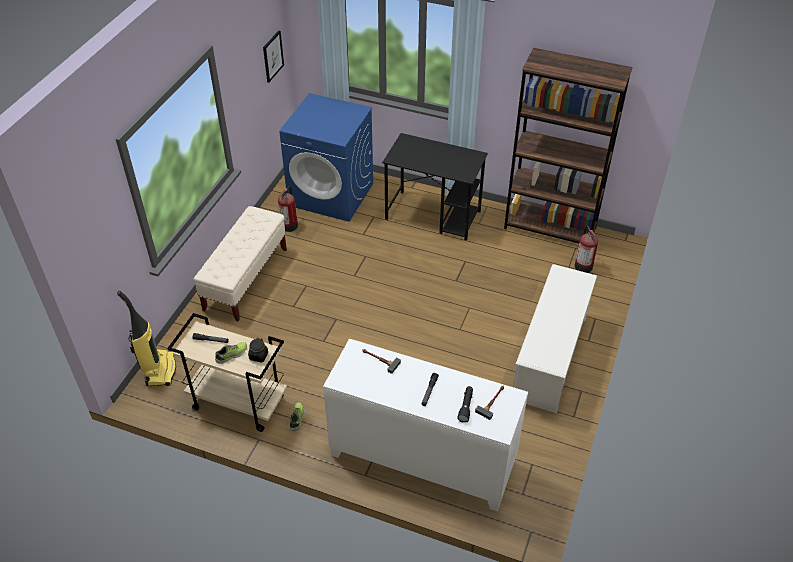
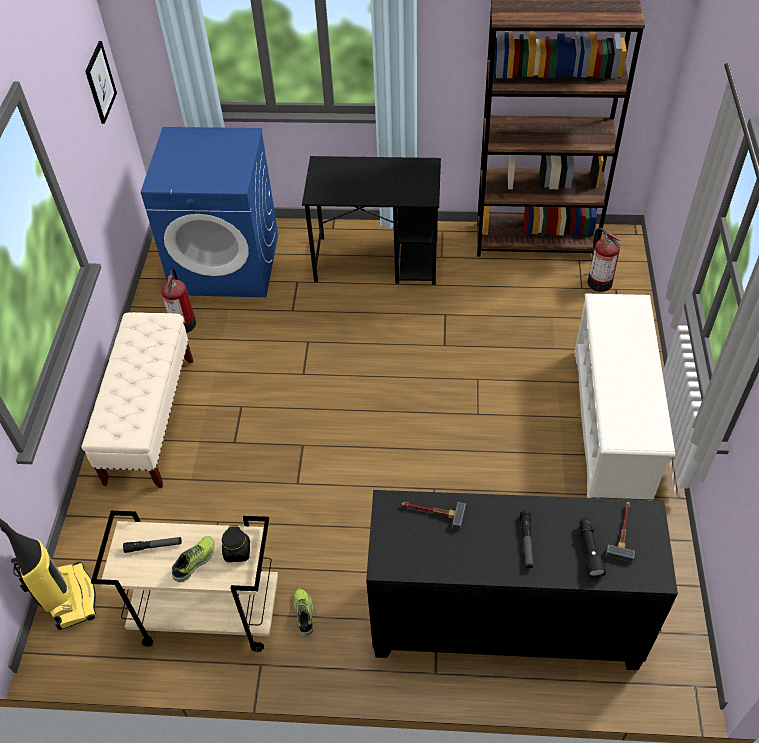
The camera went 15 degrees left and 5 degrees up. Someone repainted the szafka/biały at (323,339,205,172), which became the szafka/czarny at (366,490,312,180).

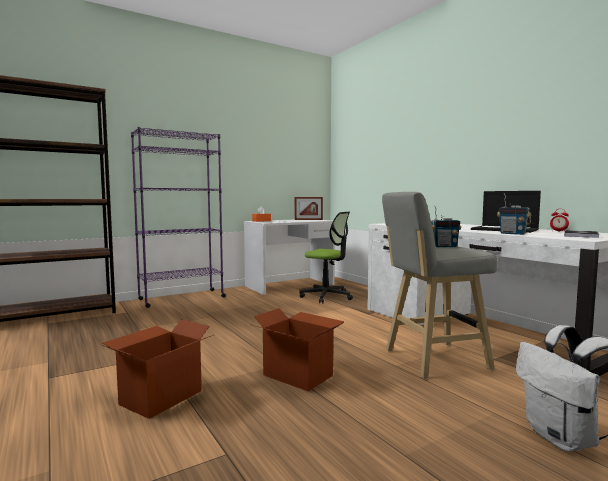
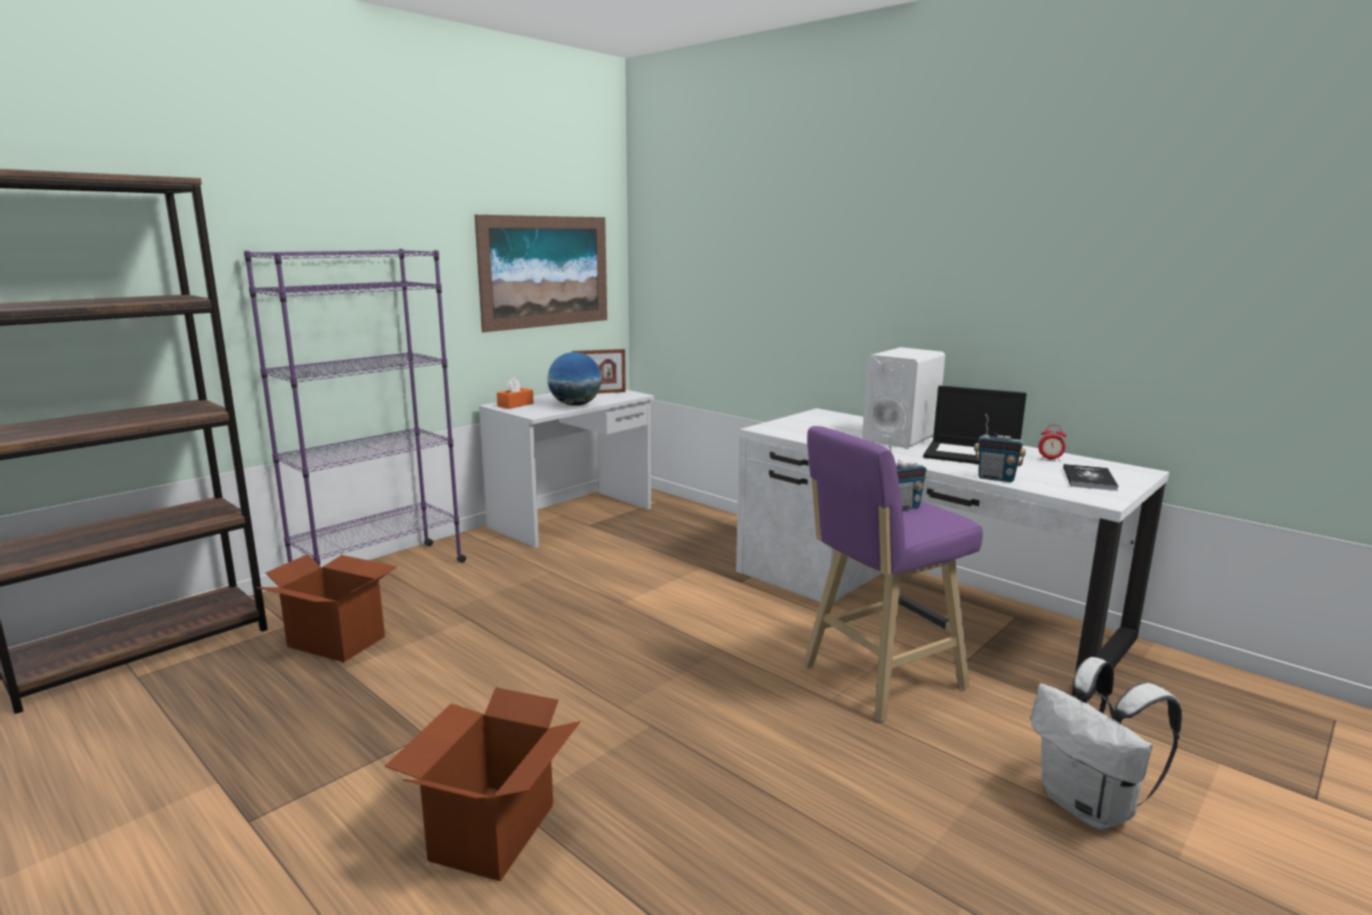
The camera went 15 degrees left and 10 degrees up. Someone carried the karton from (252,308,92,83) to (256,554,141,108). Someone put up the obraz at (474,215,133,117). Someone put down the globus at (547,352,55,54). Someone repainted the stołek/szary at (382,192,116,187), which became the stołek/fioletowy at (803,426,180,296). Someone put down the głośnik/biały at (862,347,83,101). Someone took away the krzesło biurowe at (299,212,54,91).

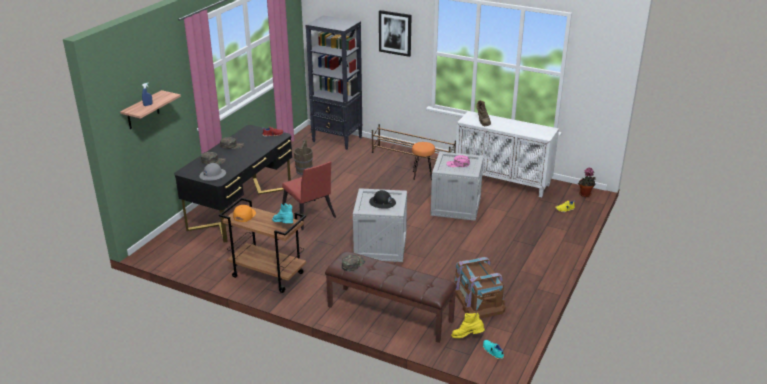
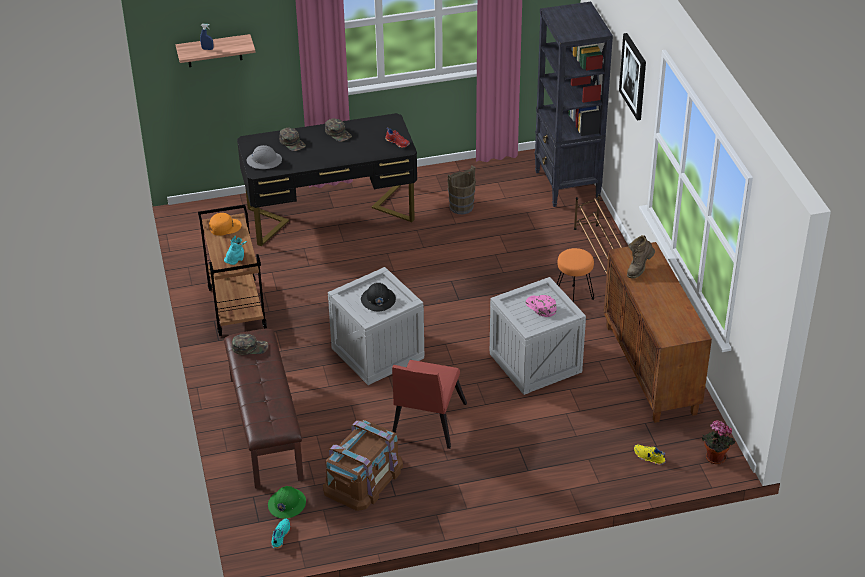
The camera went 50 degrees right and 10 degrees up. Someone swapped the but z cholewką/żółty at (451,313,34,25) for the kask/zielony at (268,486,38,33). Someone carried the krzesło/czerwony from (282,161,54,69) to (392,360,75,89). Someone repainted the szafka/biały at (455,111,104,86), which became the szafka/brązowy at (604,242,108,181).

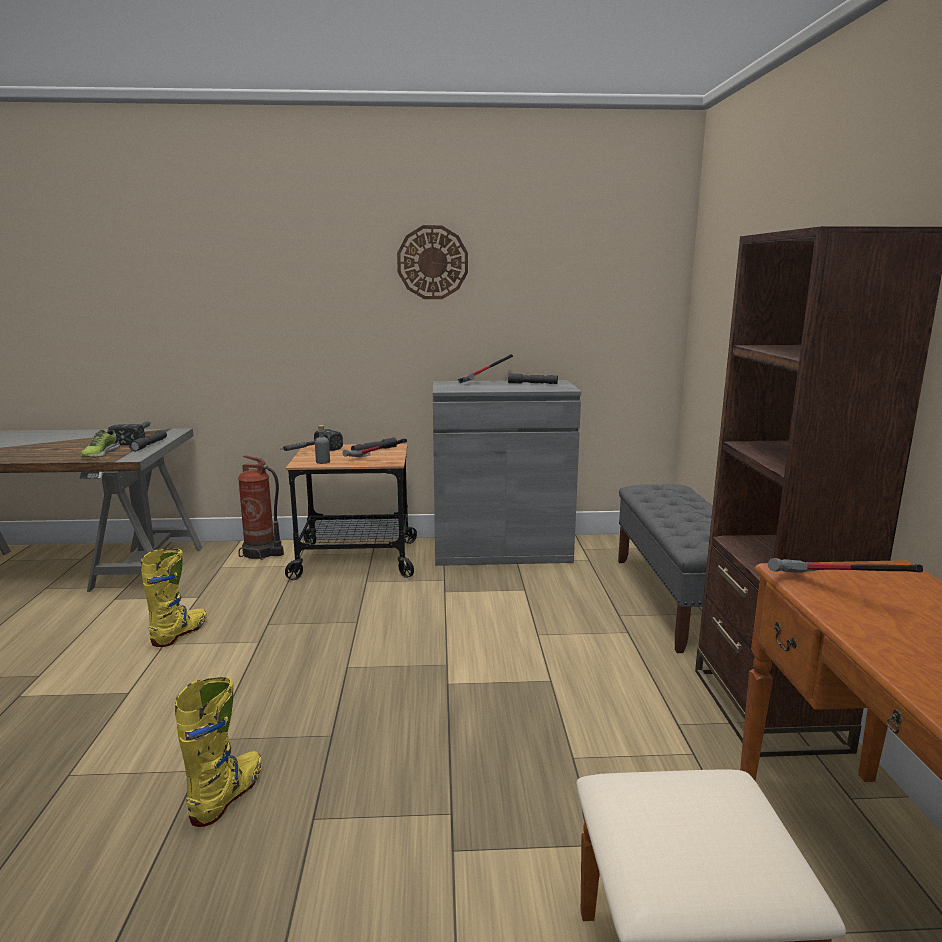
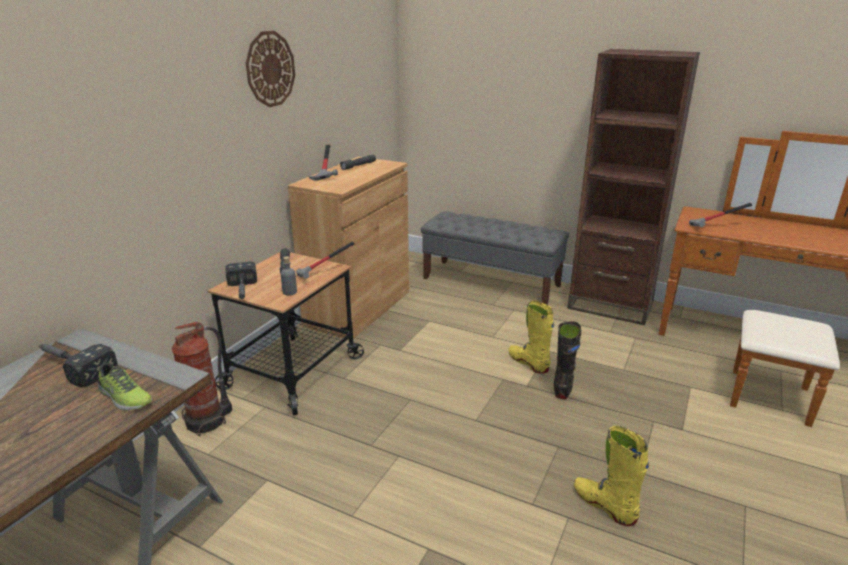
The camera went 60 degrees left and 10 degrees up. Someone repainted the szafka/szary at (433,380,148,186), which became the szafka/brązowy at (288,157,121,183). Someone carried the but z cholewką/żółty from (141,548,66,99) to (509,301,45,73). Someone put down the but z cholewką/czarny at (554,321,27,78). Someone took away the latarka/szary at (129,430,38,22).

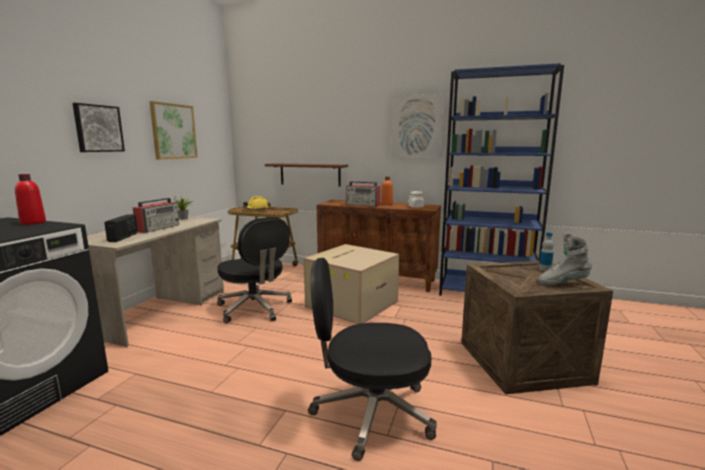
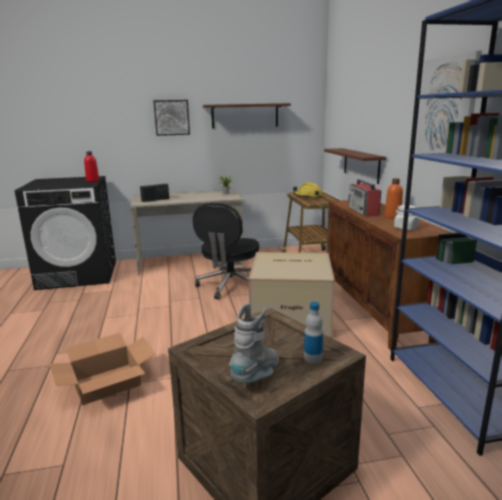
The camera went 60 degrees right and 5 degrees up. Someone swapped the krzesło biurowe/czarny at (308,258,129,203) for the karton at (50,333,106,72). Someone swapped the obraz at (149,101,49,58) for the półka/brązowy at (203,103,88,25). Someone rotated the but z cholewką/szary at (538,233,54,51) by 60 degrees clockwise. Someone took away the radio at (133,196,46,37).

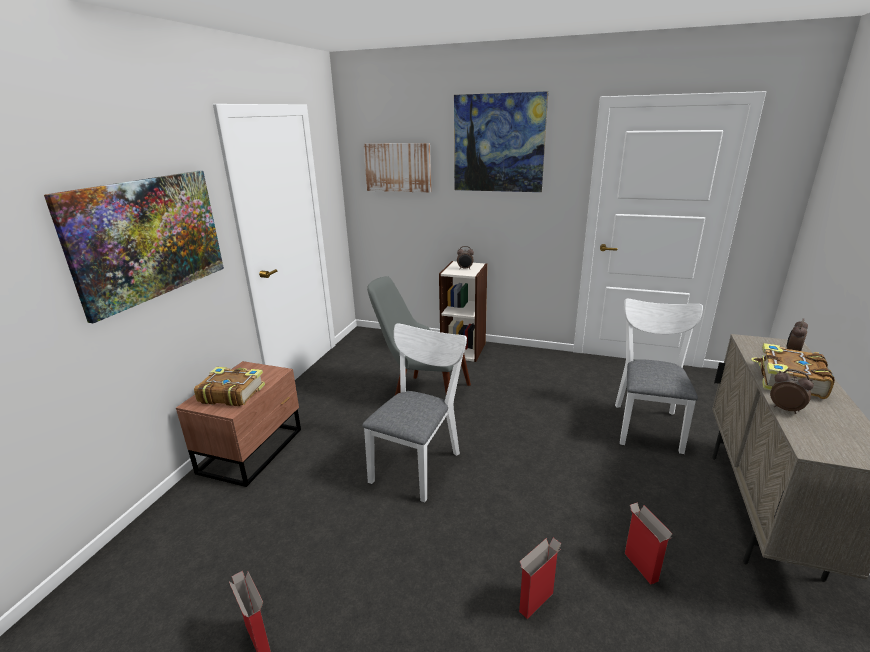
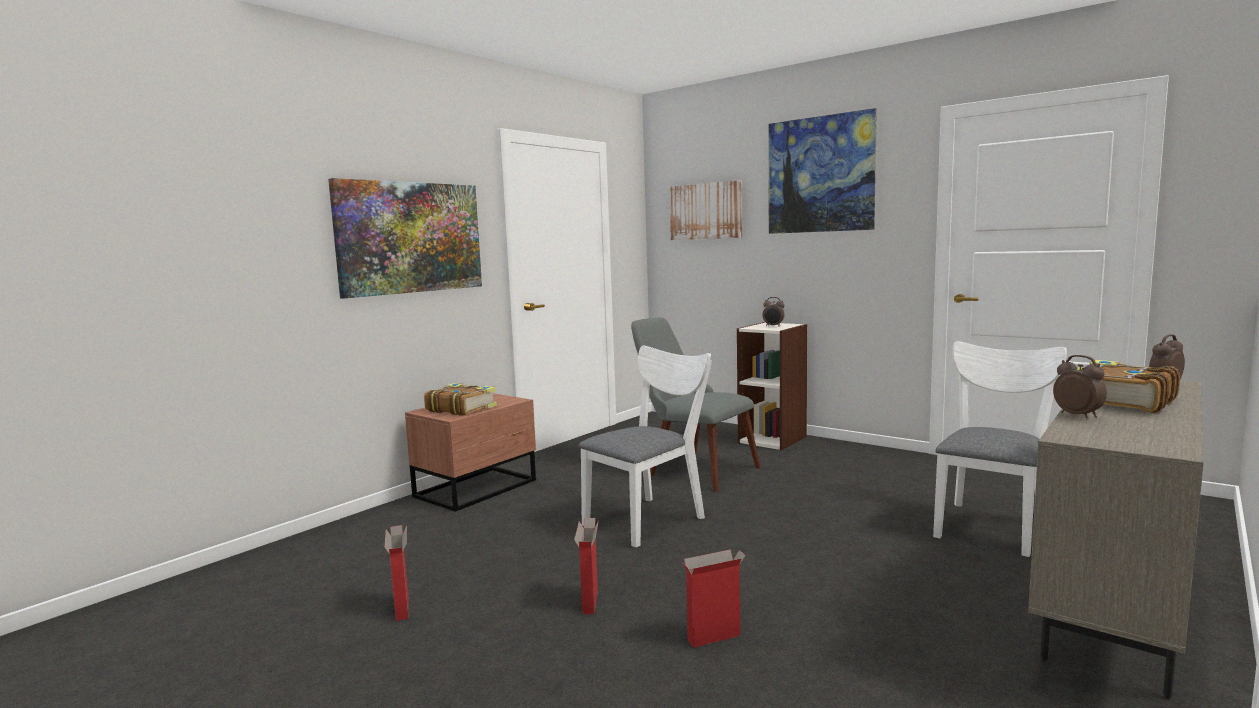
The camera went 20 degrees right and 15 degrees down. Someone carried the karton from (625,502,47,83) to (574,518,25,96).

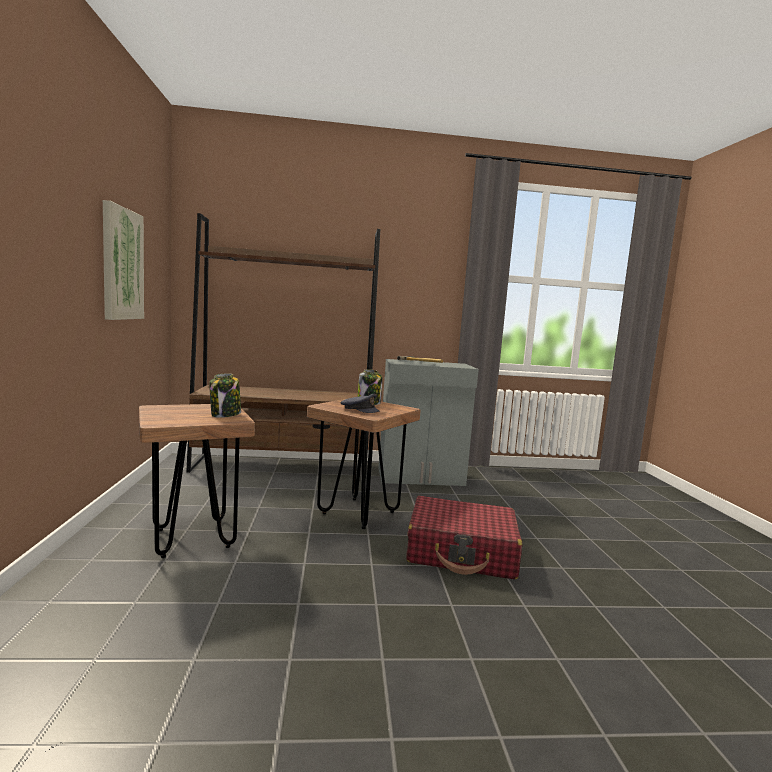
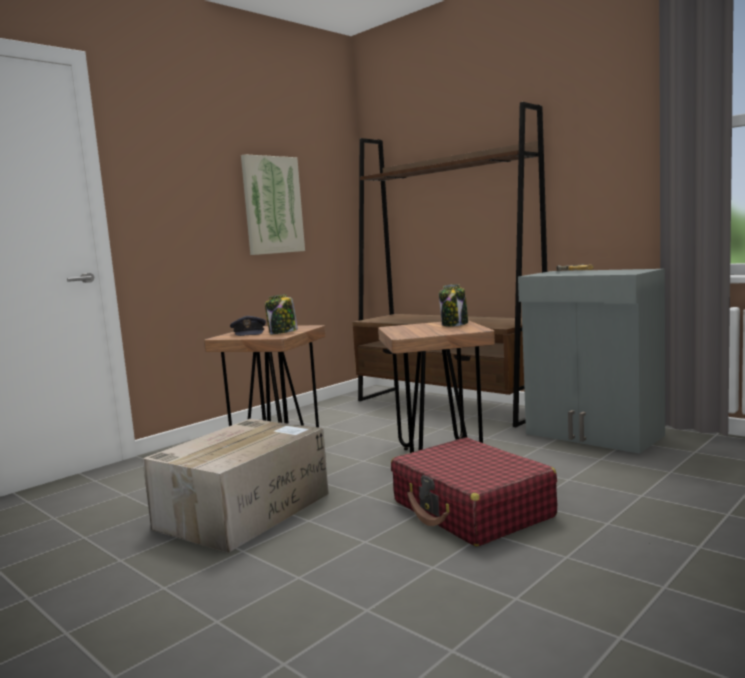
The camera went 50 degrees right and 0 degrees up. Someone put down the karton at (142,419,187,134). Someone carried the czapka z daszkiem/szary from (340,394,40,19) to (230,316,36,20).

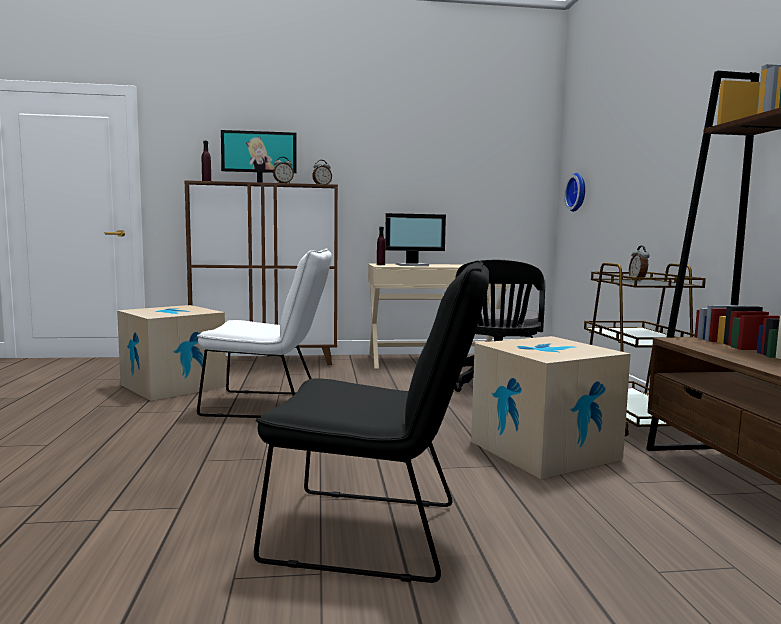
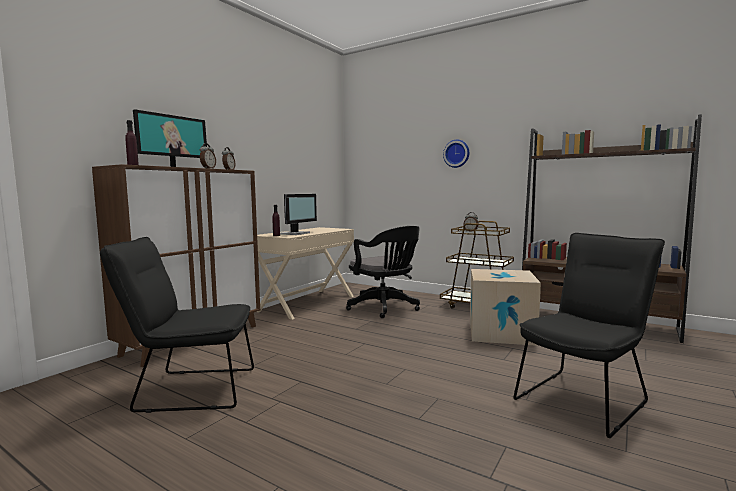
The camera went 50 degrees left and 0 degrees up. Someone swapped the karton at (117,305,109,96) for the krzesło/czarny at (100,237,154,176). Someone carried the zegar ścienny from (564,173,21,39) to (443,140,26,28). Someone took away the krzesło/biały at (197,248,135,170).

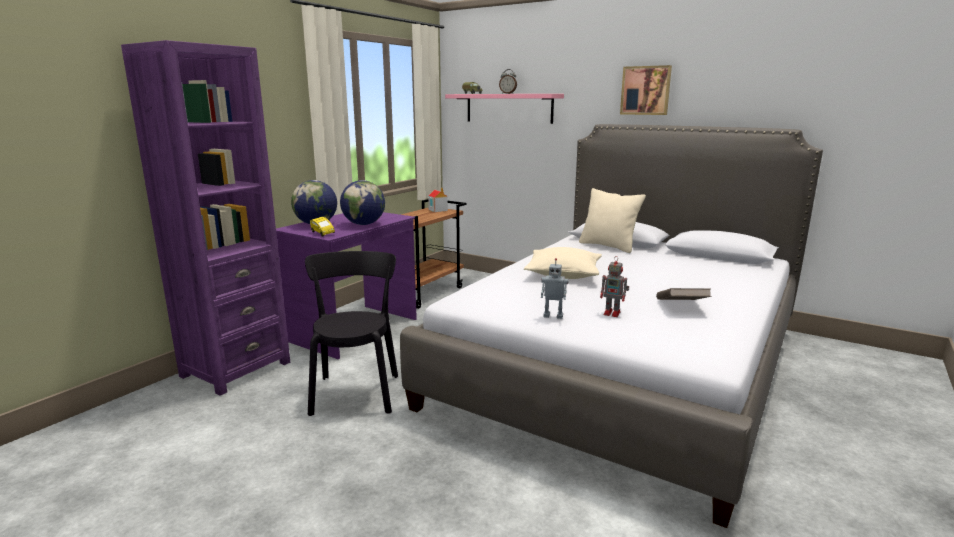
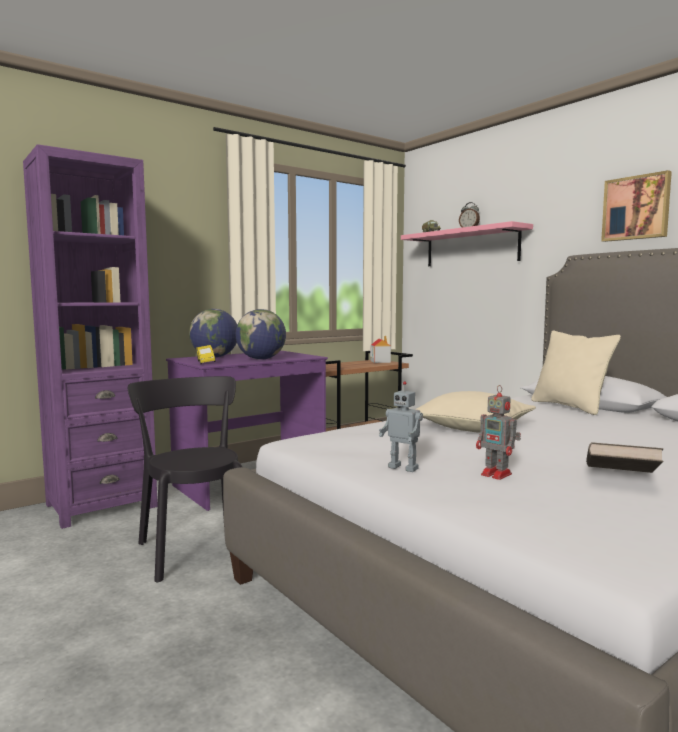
The camera went 20 degrees right and 10 degrees down. Someone rotated the krzesło/czarny at (305,251,93,165) by 45 degrees counterclockwise.

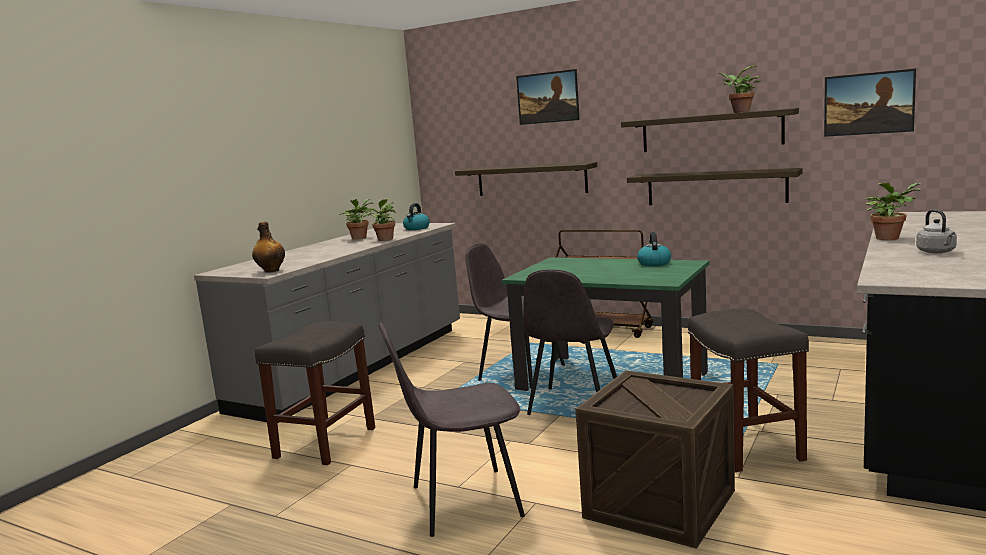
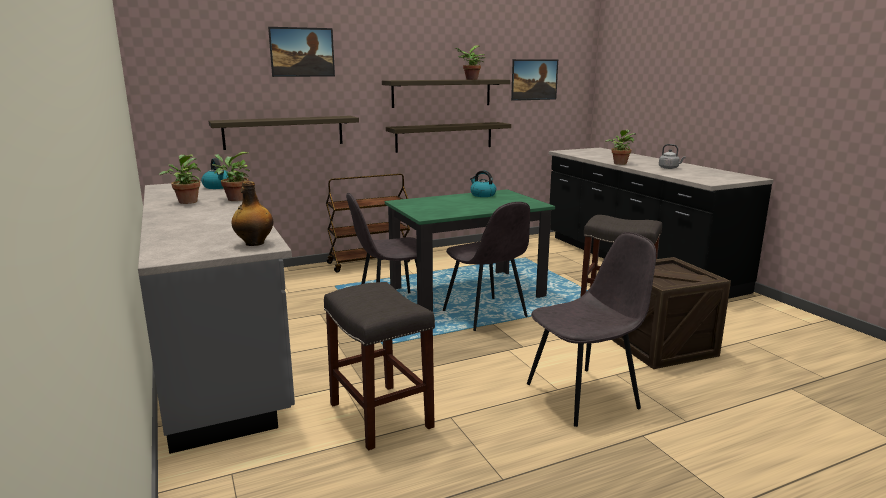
The camera went 55 degrees left and 5 degrees up. Someone rotated the krzesło/szary at (378,322,147,215) by 135 degrees counterclockwise.

